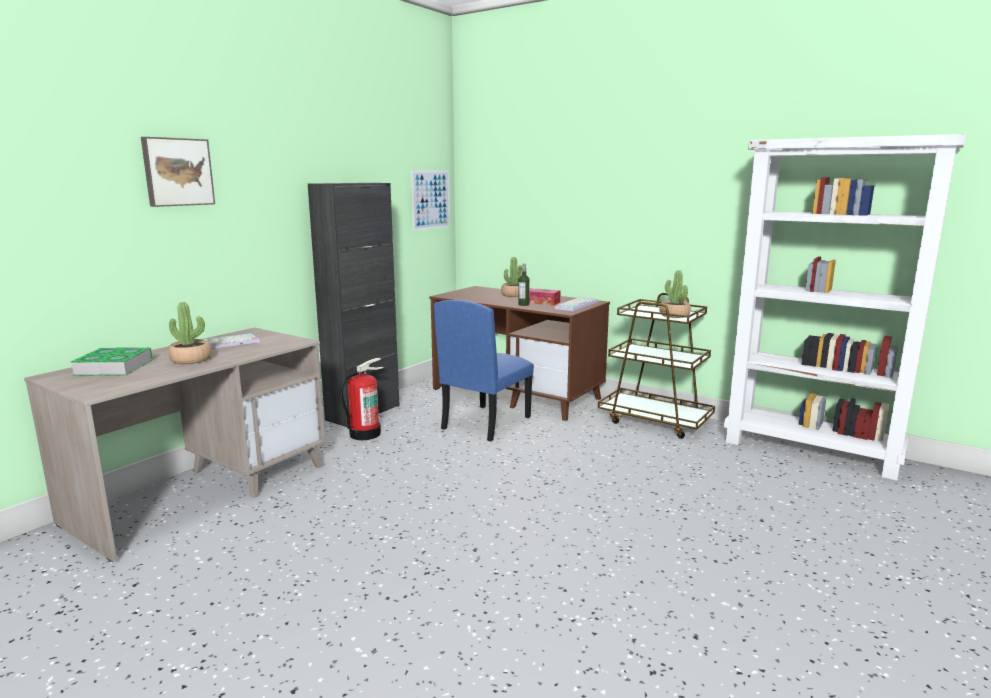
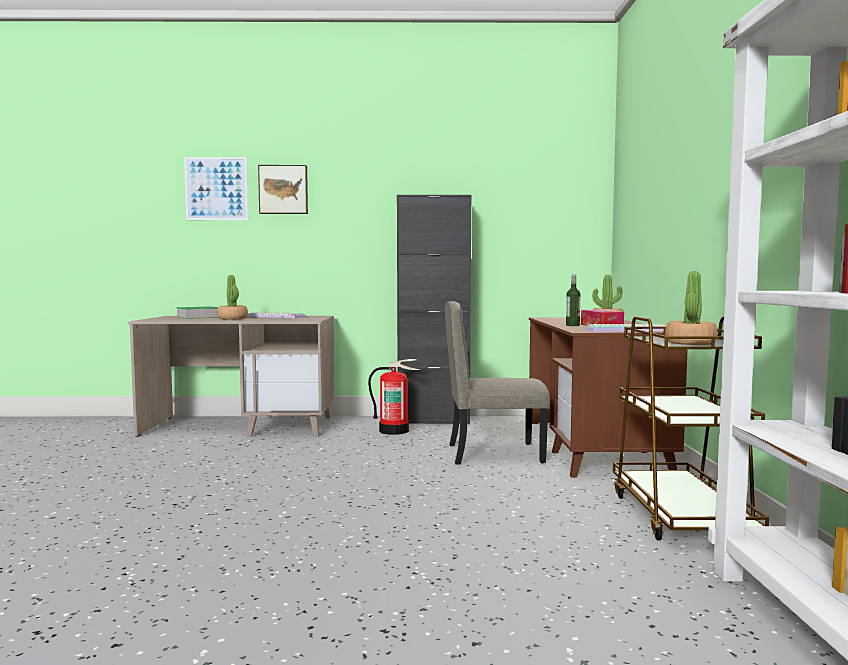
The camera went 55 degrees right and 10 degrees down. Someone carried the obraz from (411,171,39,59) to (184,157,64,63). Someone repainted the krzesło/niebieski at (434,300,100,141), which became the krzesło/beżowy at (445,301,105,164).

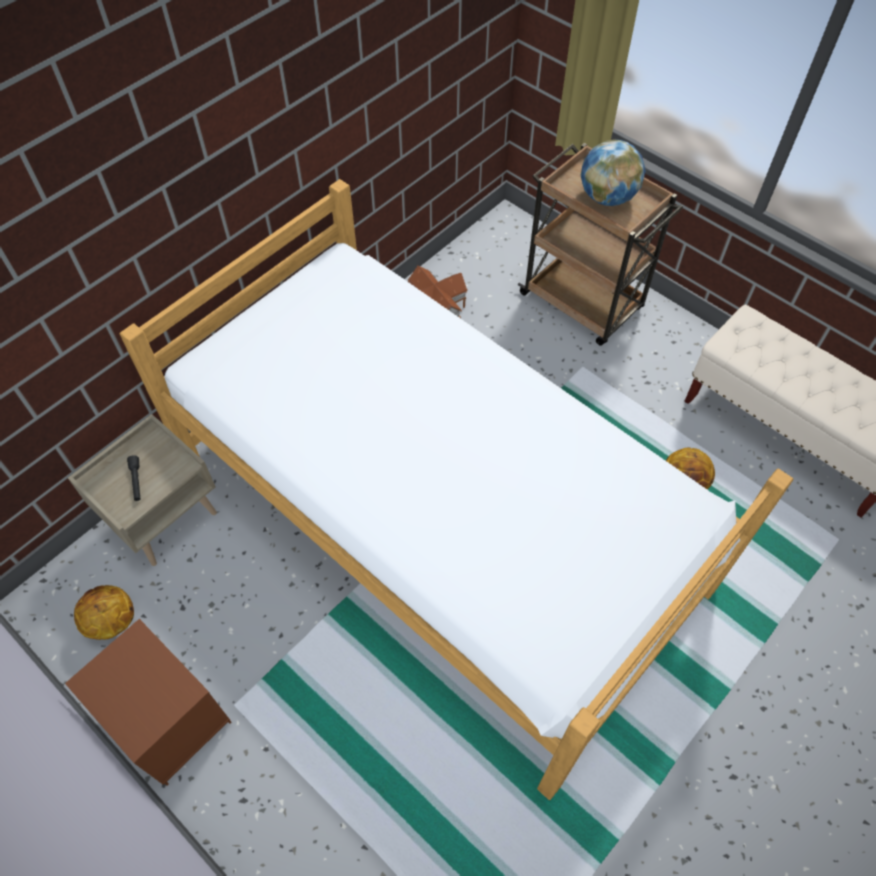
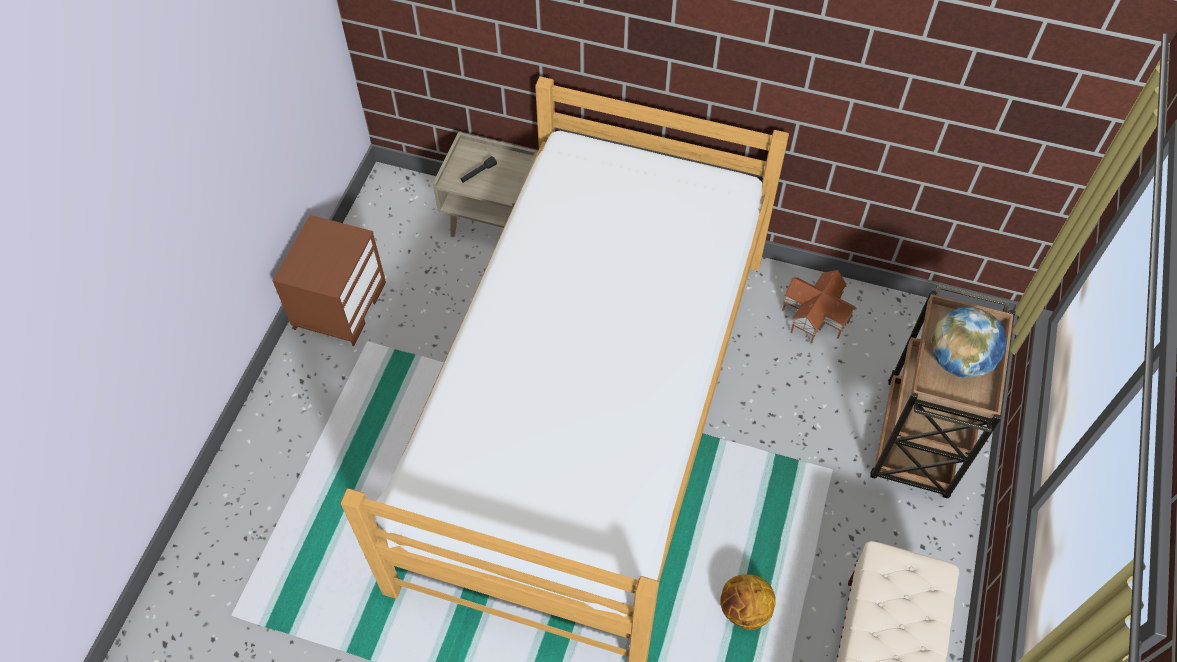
The camera went 65 degrees right and 0 degrees up. Someone took away the piłka do koszykówki at (74,585,60,55).

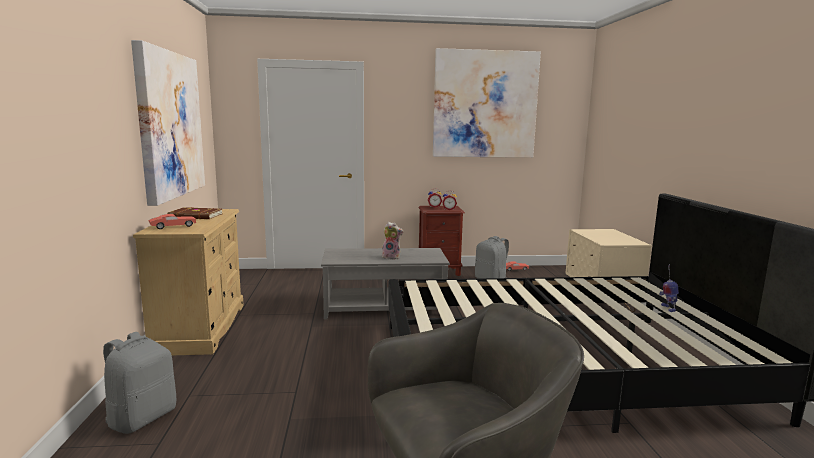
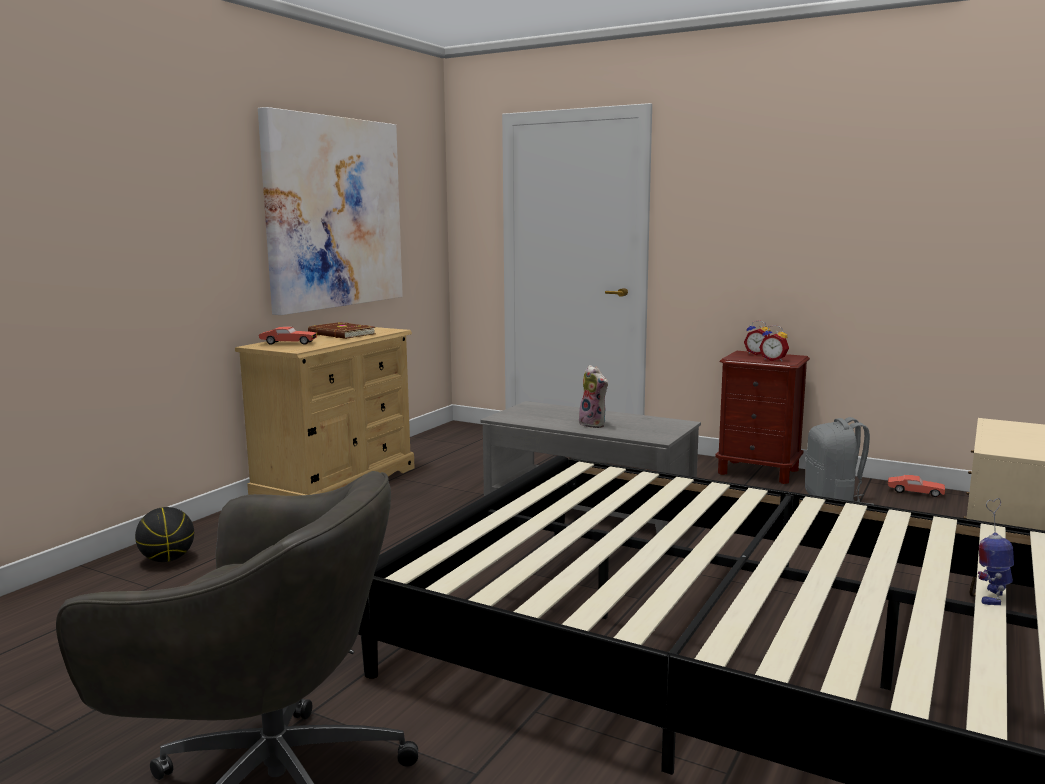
The camera went 35 degrees right and 0 degrees up. Someone swapped the plecak/szary at (103,332,73,102) for the piłka do koszykówki at (135,507,59,55). Someone took away the obraz at (433,48,108,110).

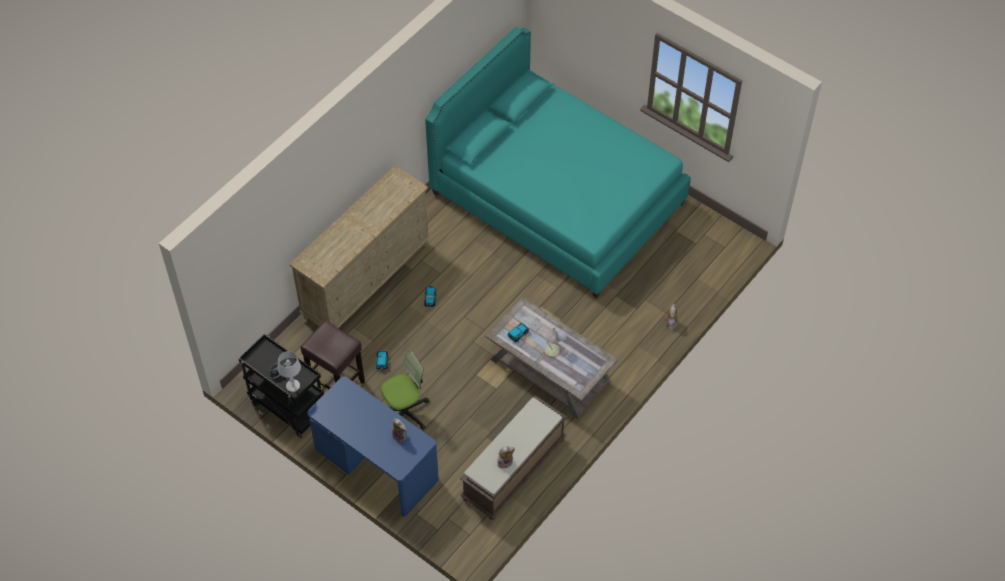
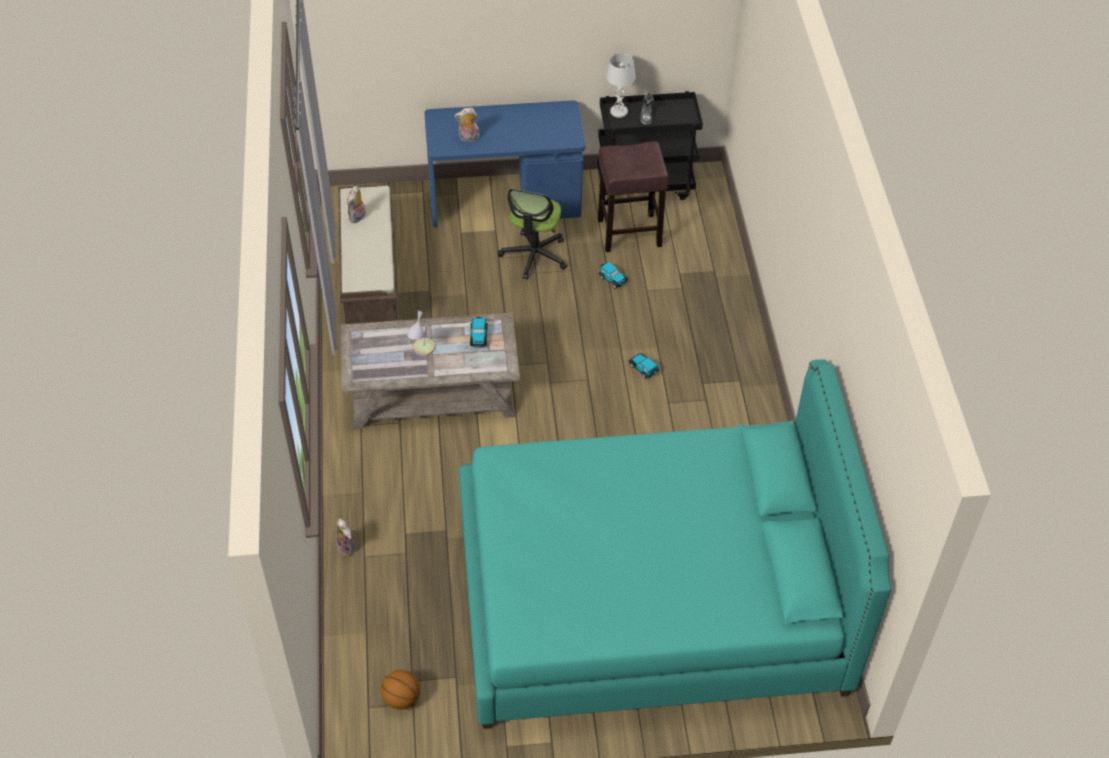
The camera went 135 degrees right and 5 degrees down. Someone put down the piłka do koszykówki at (381,670,39,40). Someone took away the komoda/beżowy at (289,166,141,162).

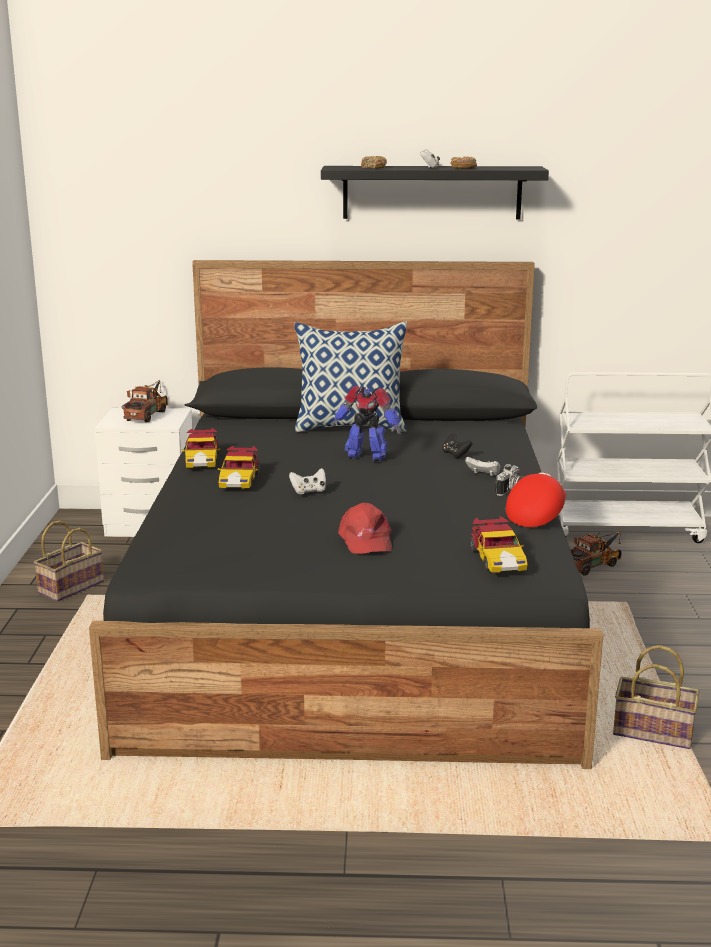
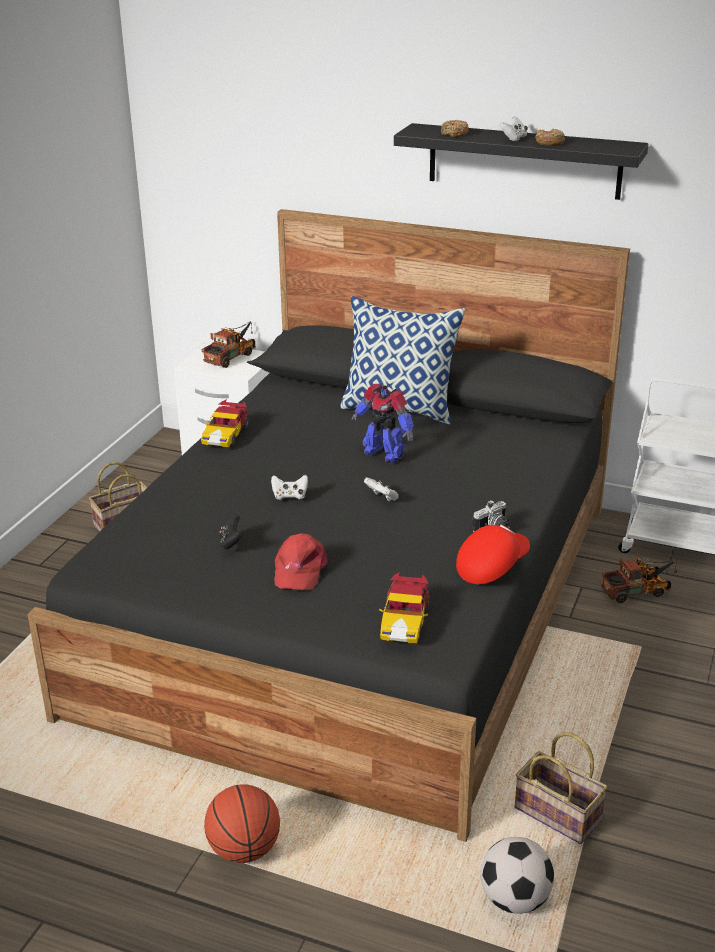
The camera went 20 degrees right and 10 degrees up. Someone put down the piłka do koszykówki at (204,784,76,79). Someone carried the pad do gier/czarny from (442,433,31,25) to (219,514,24,35). Someone carried the pad do gier/biały from (465,457,35,19) to (364,477,35,24). Someone put down the piłka futbolowa at (480,837,74,77). Someone took away the samochodzik at (218,446,42,43).

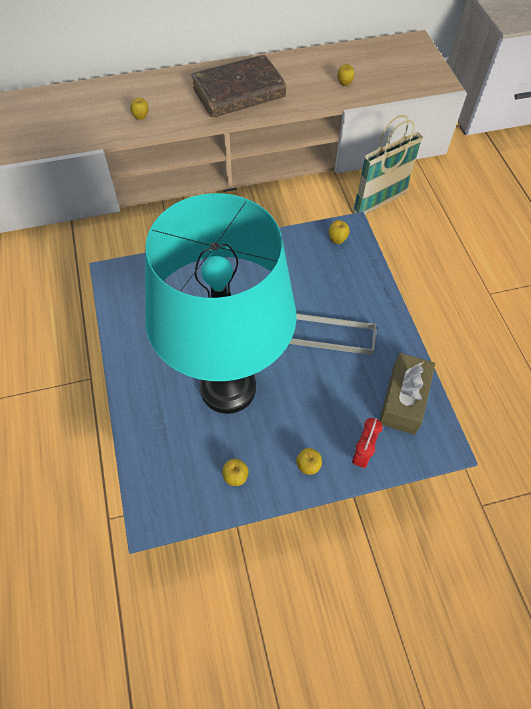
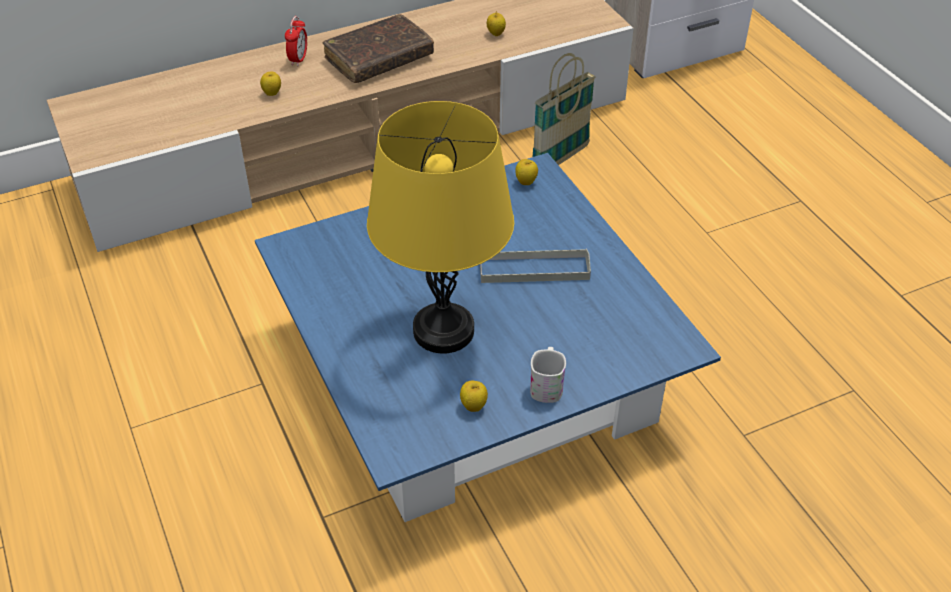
The camera went 10 degrees left and 15 degrees down. Someone carried the budzik from (352,418,31,50) to (285,16,22,50). Someone repainted the lampa stołowa/turkusowy at (145,193,152,221), which became the lampa stołowa/żółty at (367,101,147,253). Someone swapped the jabłko at (296,448,26,27) for the kubek/biały at (530,347,36,56). Someone took away the pudełko chusteczek/brązowy at (379,353,56,82).

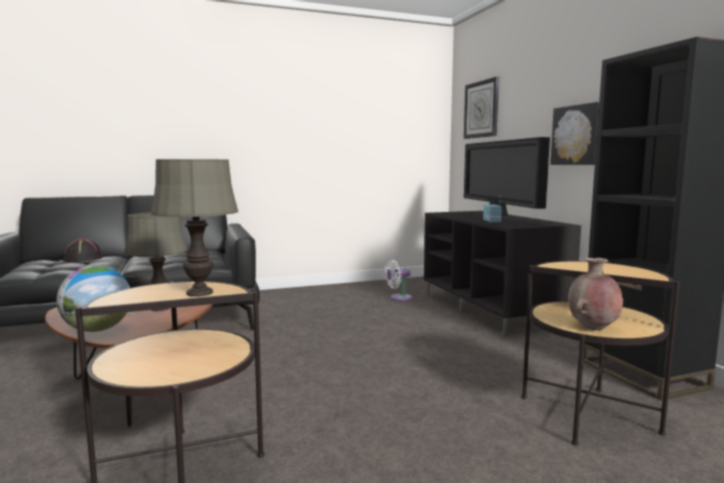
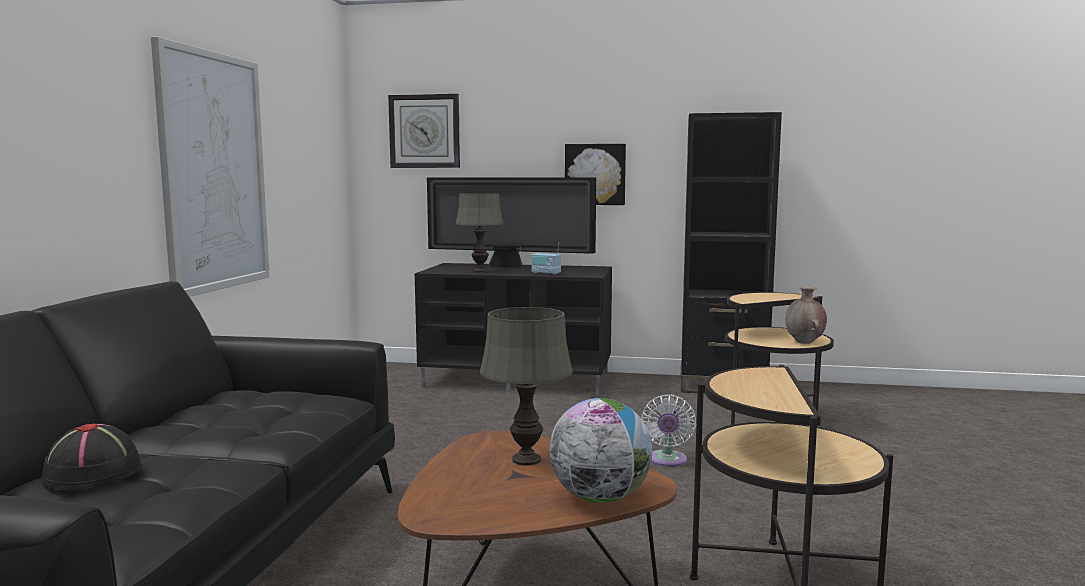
The camera went 60 degrees left and 0 degrees up. Someone put up the obraz at (151,36,119,261). Someone carried the lampa stołowa/szary from (151,159,87,138) to (456,193,48,79). Someone carried the wentylator/biały from (385,260,27,41) to (641,394,55,73).

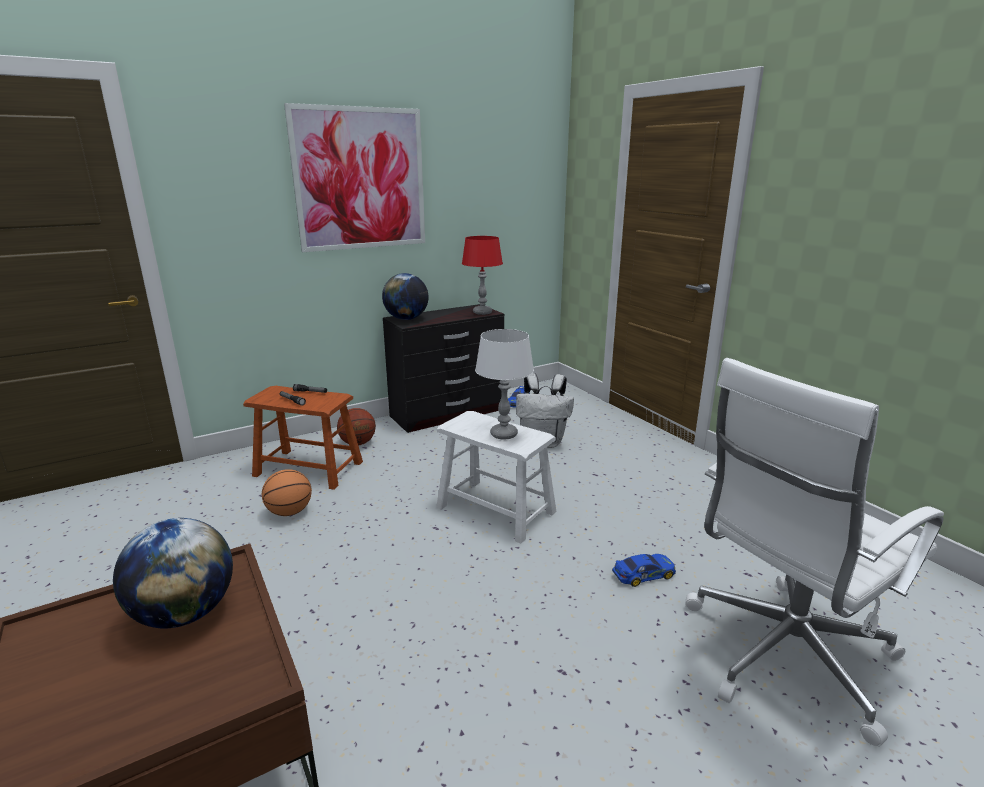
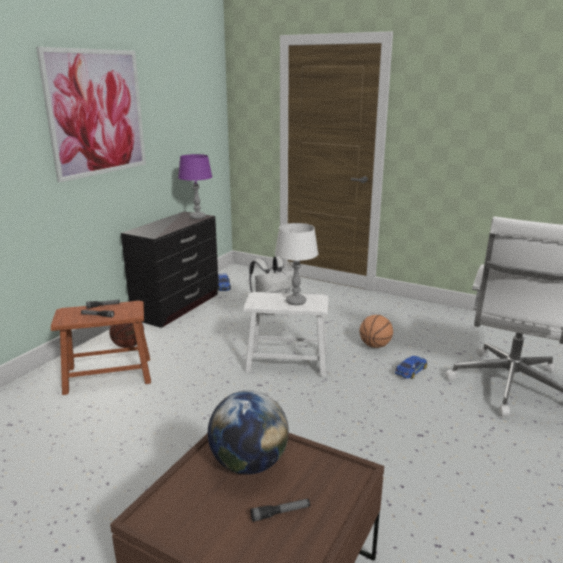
The camera went 30 degrees left and 0 degrees up. Someone repainted the lampa stołowa/czerwony at (462,236,41,79), which became the lampa stołowa/fioletowy at (178,154,34,65). Someone put down the latarka at (250,499,60,23). Someone carried the piłka do koszykówki from (262,469,50,47) to (359,315,34,33). Someone took away the globus at (382,273,47,47).

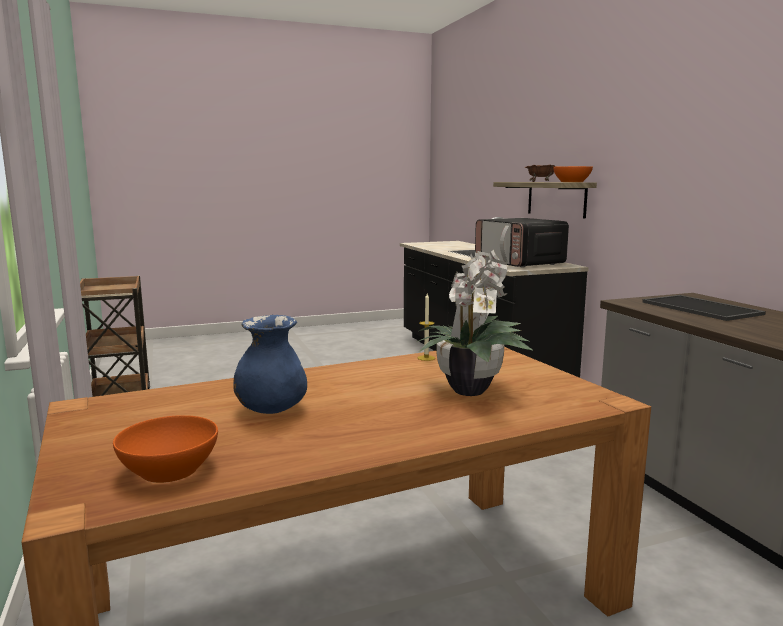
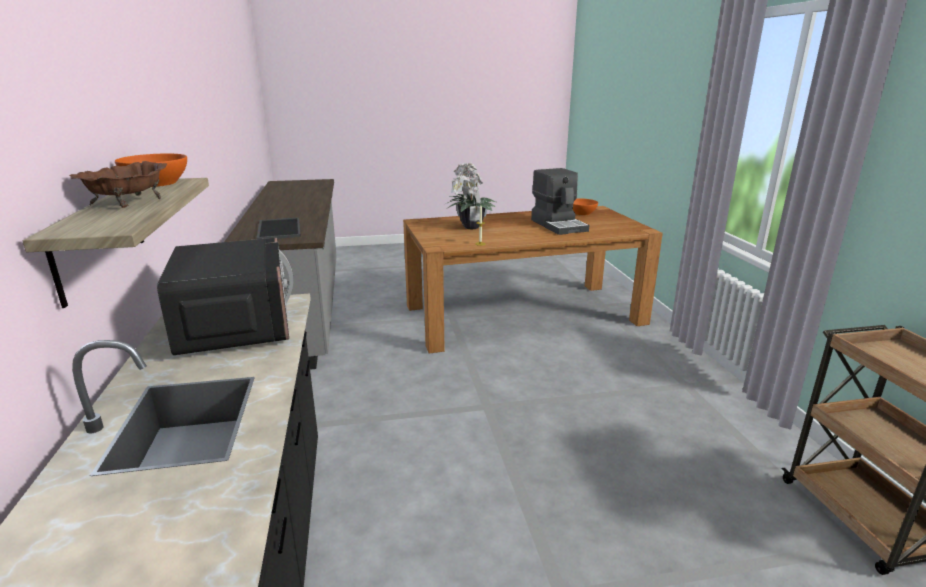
The camera went 170 degrees left and 10 degrees up. Someone swapped the wazon/niebieski at (233,315,74,99) for the ekspres do kawy at (531,168,58,67).

